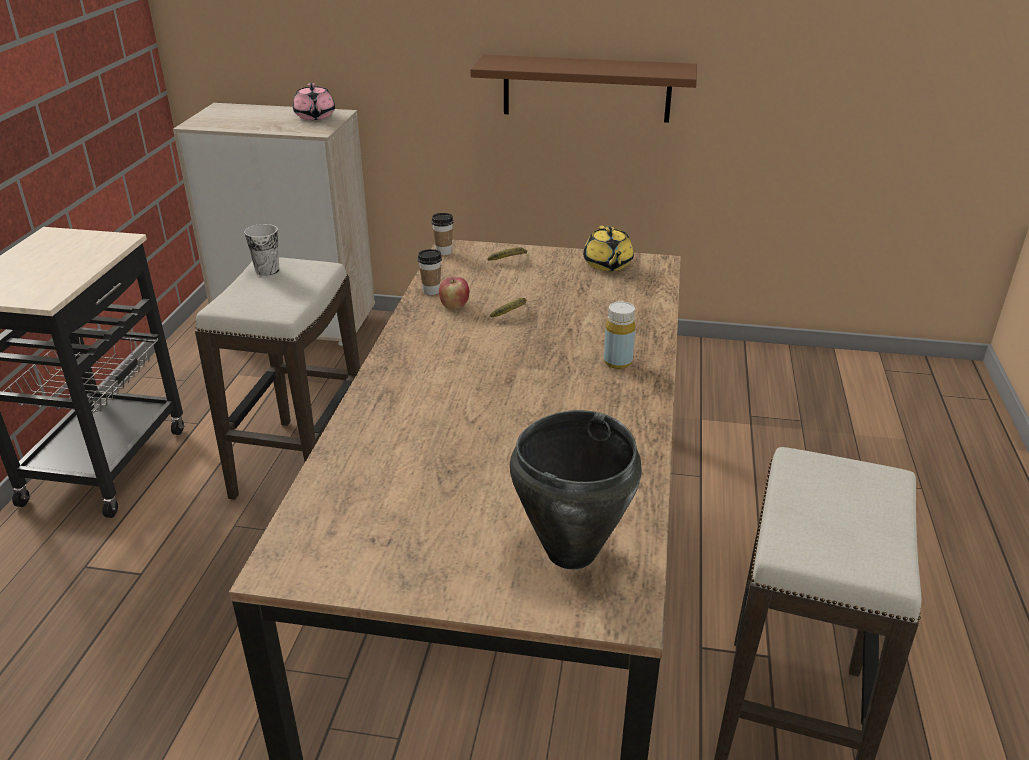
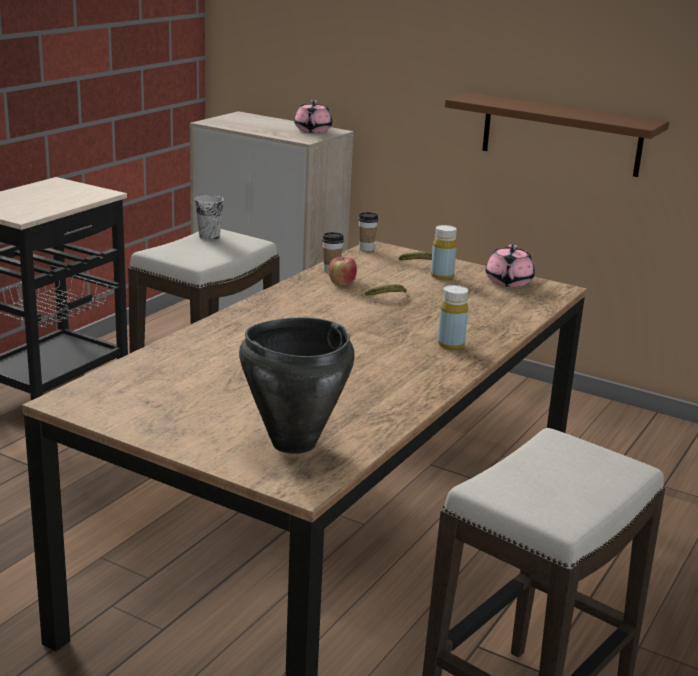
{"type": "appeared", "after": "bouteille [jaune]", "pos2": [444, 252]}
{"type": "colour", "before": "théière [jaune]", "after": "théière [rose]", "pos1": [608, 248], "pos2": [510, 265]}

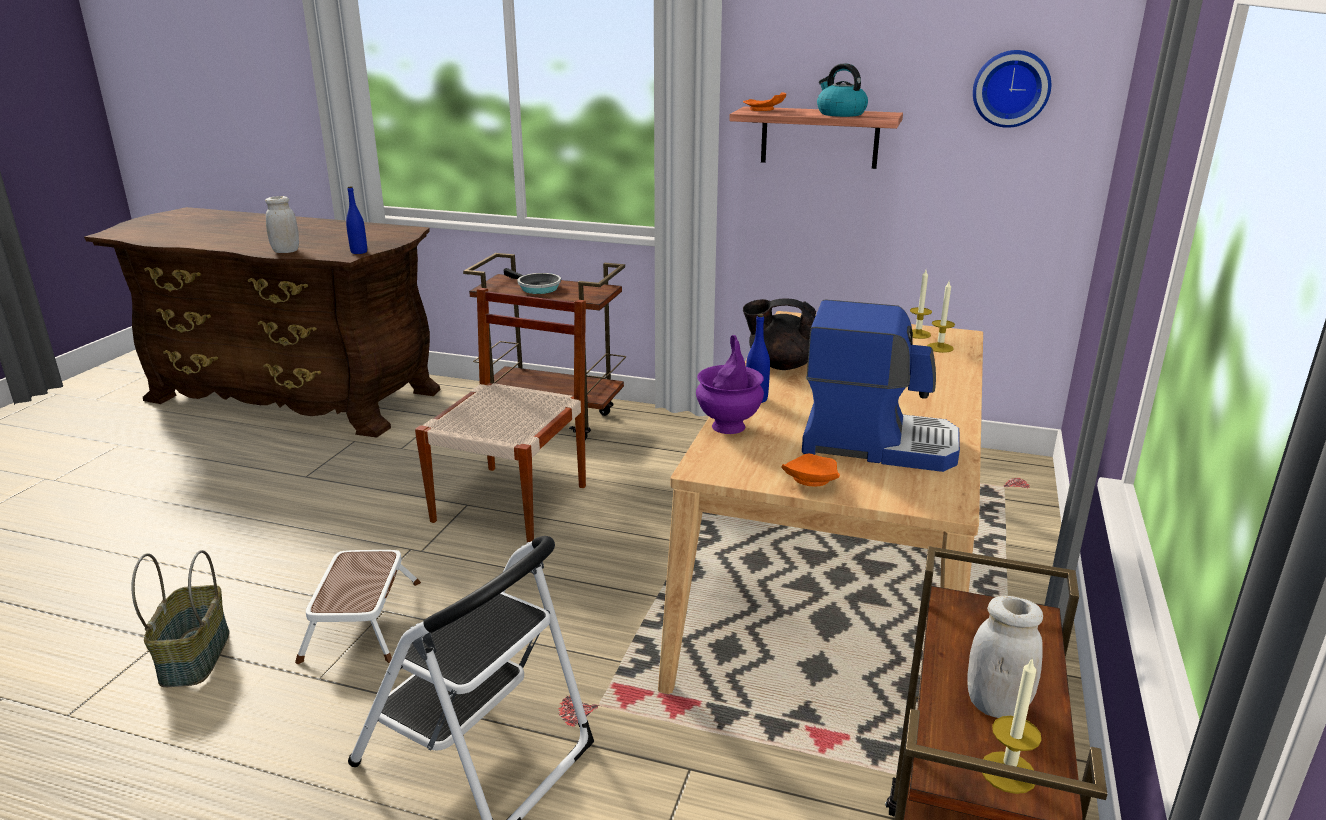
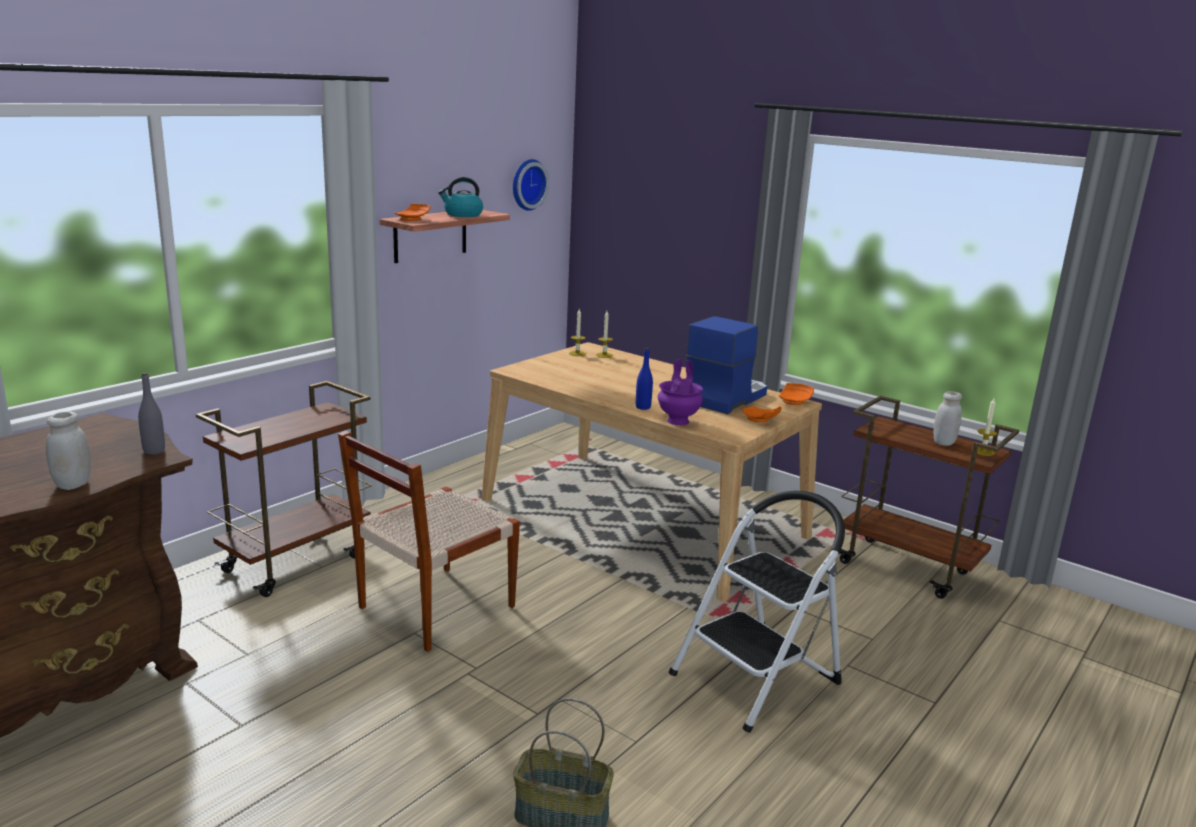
{"type": "colour", "before": "bouteille [bleu]", "after": "bouteille [gris]", "pos1": [356, 220], "pos2": [151, 414]}
{"type": "spun", "before": "chaise", "pos1": [500, 415], "pos2": [429, 541], "turn": -90}
{"type": "appeared", "after": "assiette [orange]", "pos2": [796, 394]}
{"type": "missing", "before": "escabeau [marron]", "pos1": [358, 607]}
{"type": "missing", "before": "poêle", "pos1": [532, 281]}
{"type": "missing", "before": "théière [noir]", "pos1": [779, 334]}

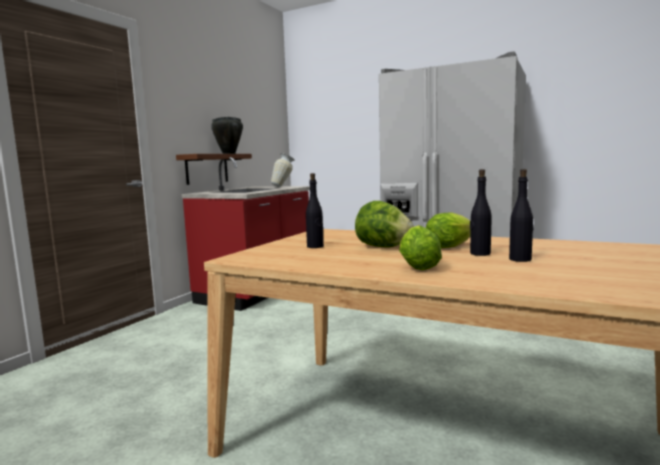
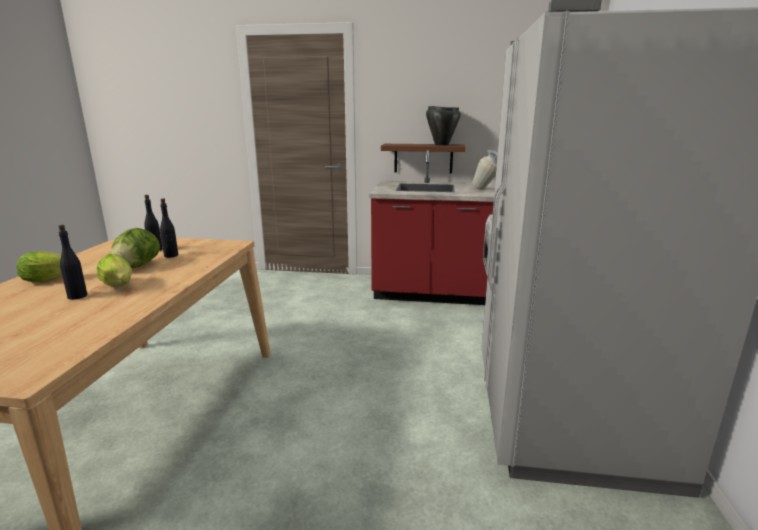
{"type": "relocated", "before": "bouteille [noir]", "pos1": [521, 215], "pos2": [169, 228]}

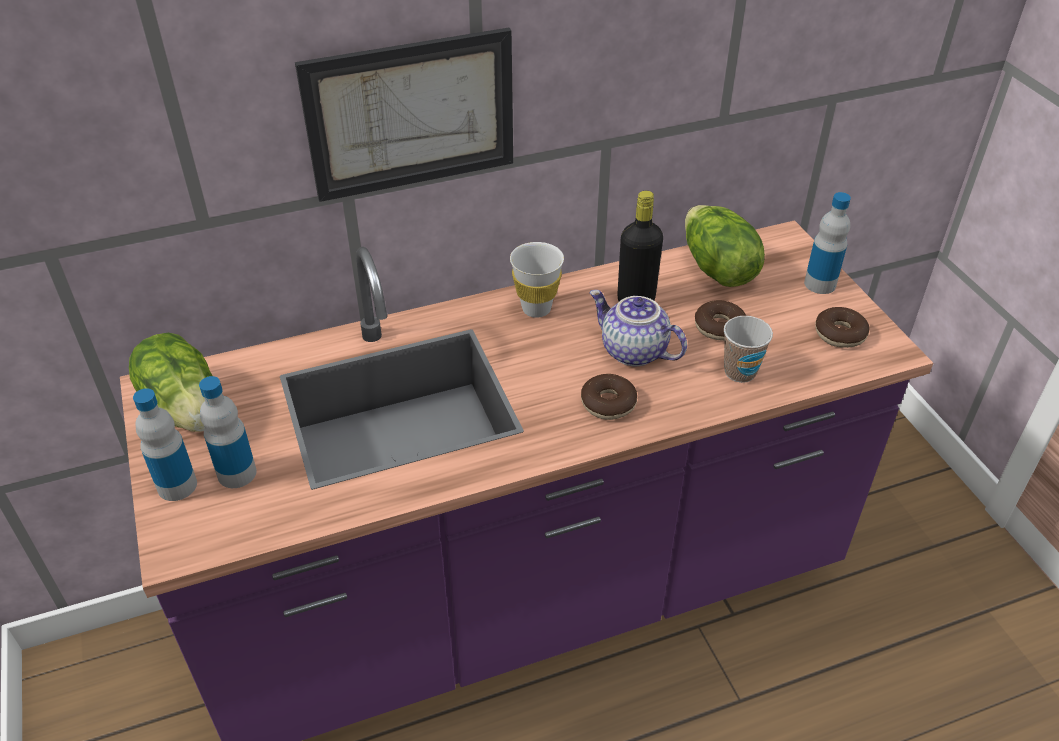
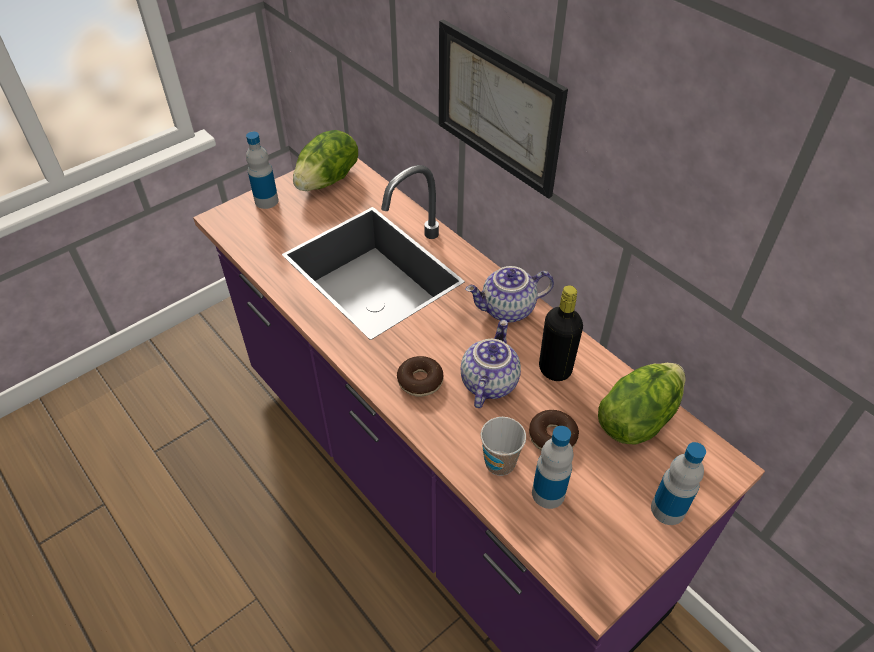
{"type": "exchanged", "before": "tasse [blanc]", "after": "théière", "pos1": [537, 280], "pos2": [509, 294]}
{"type": "relocated", "before": "bouteille", "pos1": [228, 432], "pos2": [552, 467]}
{"type": "missing", "before": "beignet", "pos1": [842, 327]}

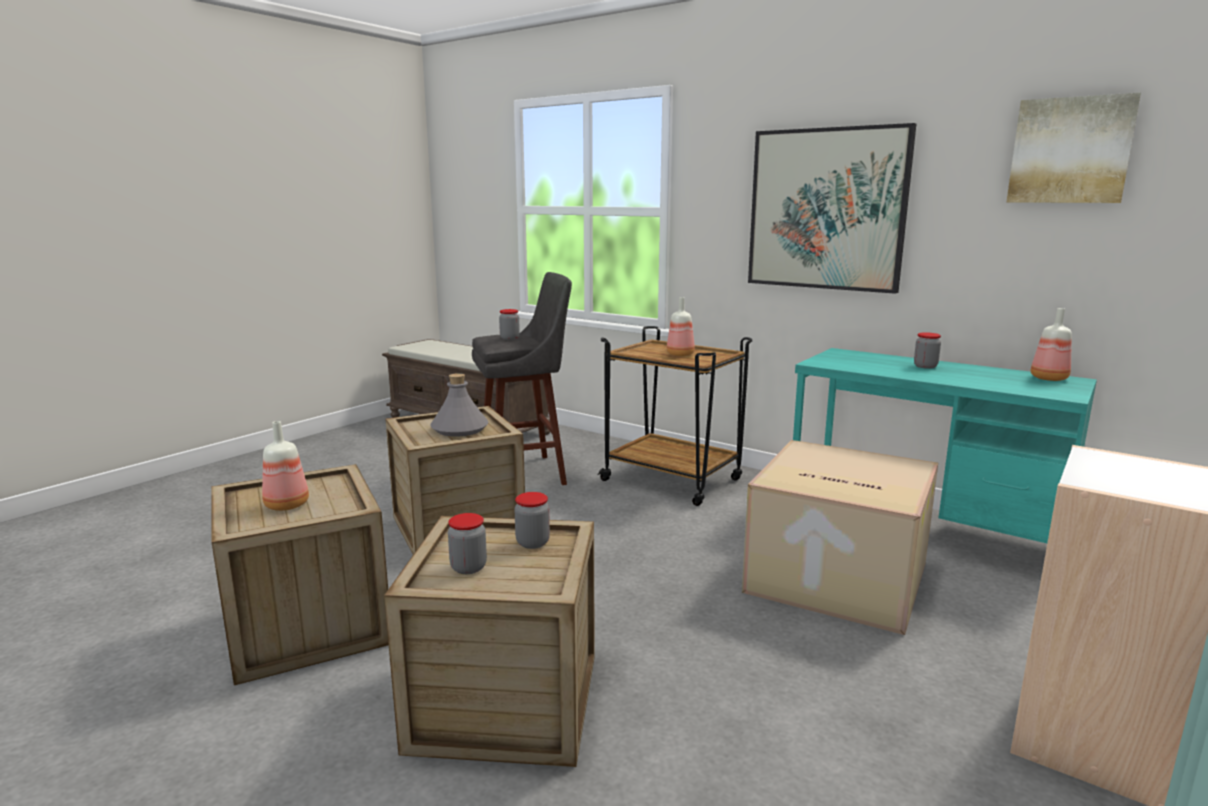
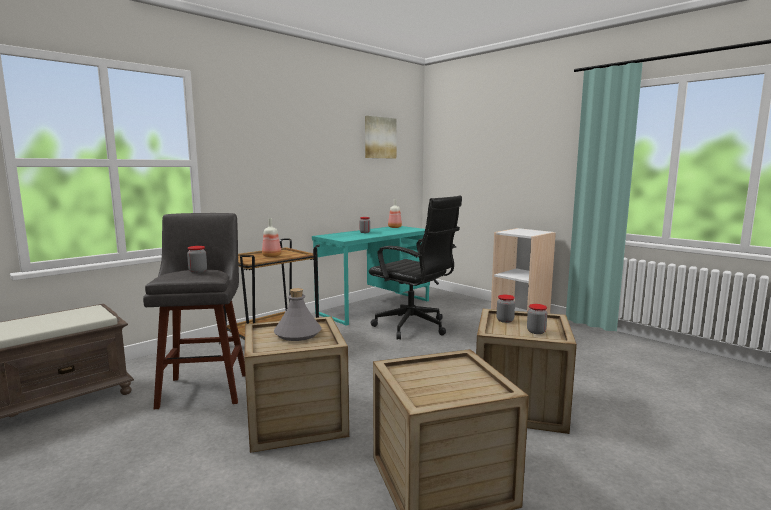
{"type": "exchanged", "before": "carton", "after": "chaise de bureau [noir]", "pos1": [840, 537], "pos2": [415, 267]}
{"type": "missing", "before": "bouteille", "pos1": [285, 466]}
{"type": "missing", "before": "tableau", "pos1": [832, 208]}

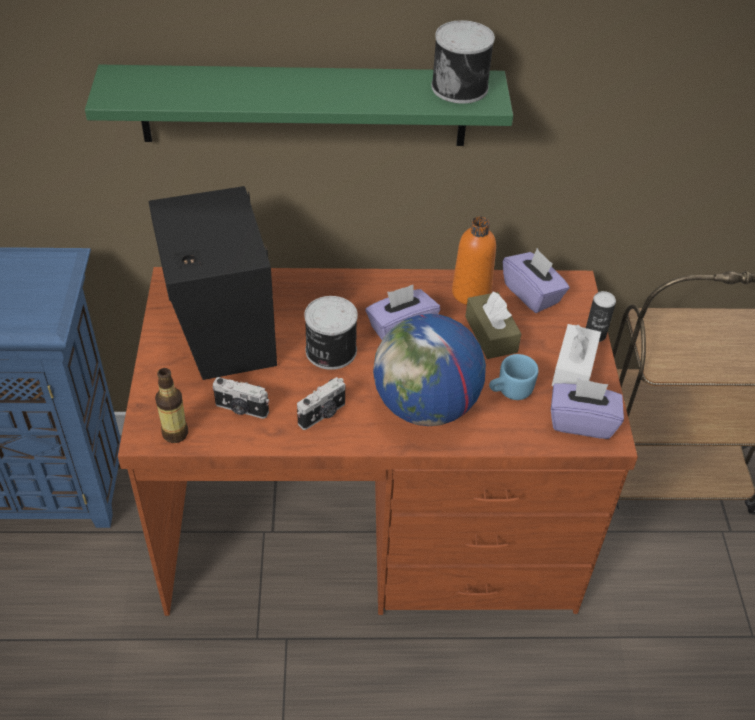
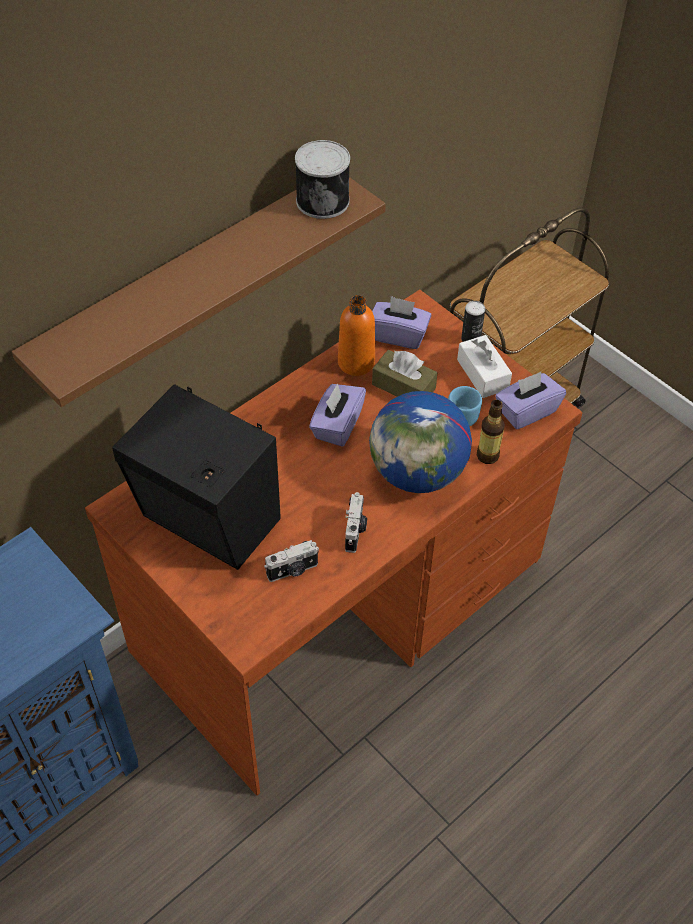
{"type": "colour", "before": "étagère [vert]", "after": "étagère [marron]", "pos1": [299, 105], "pos2": [199, 292]}
{"type": "relocated", "before": "bouteille", "pos1": [171, 405], "pos2": [491, 432]}
{"type": "missing", "before": "boîte métallique", "pos1": [331, 333]}

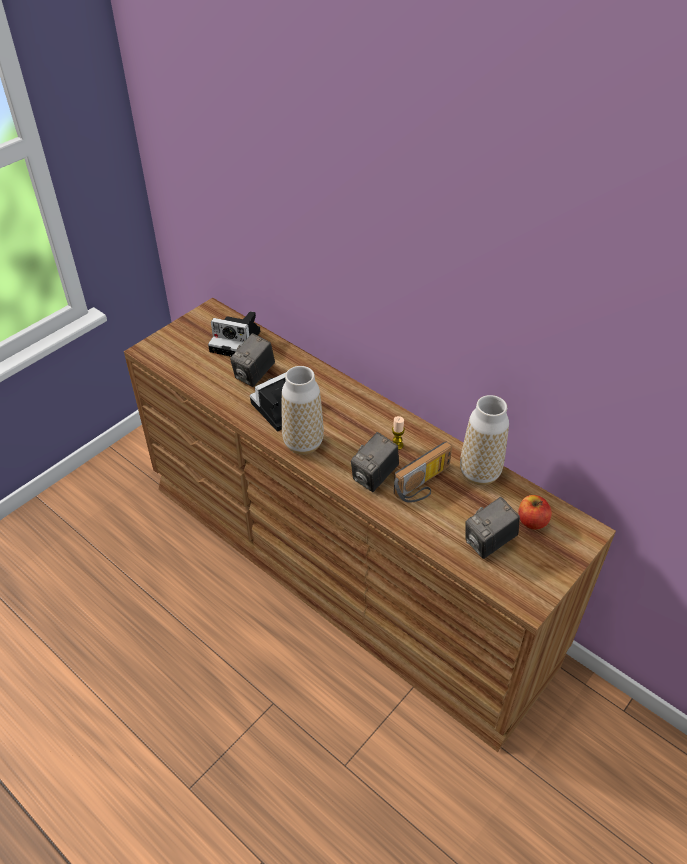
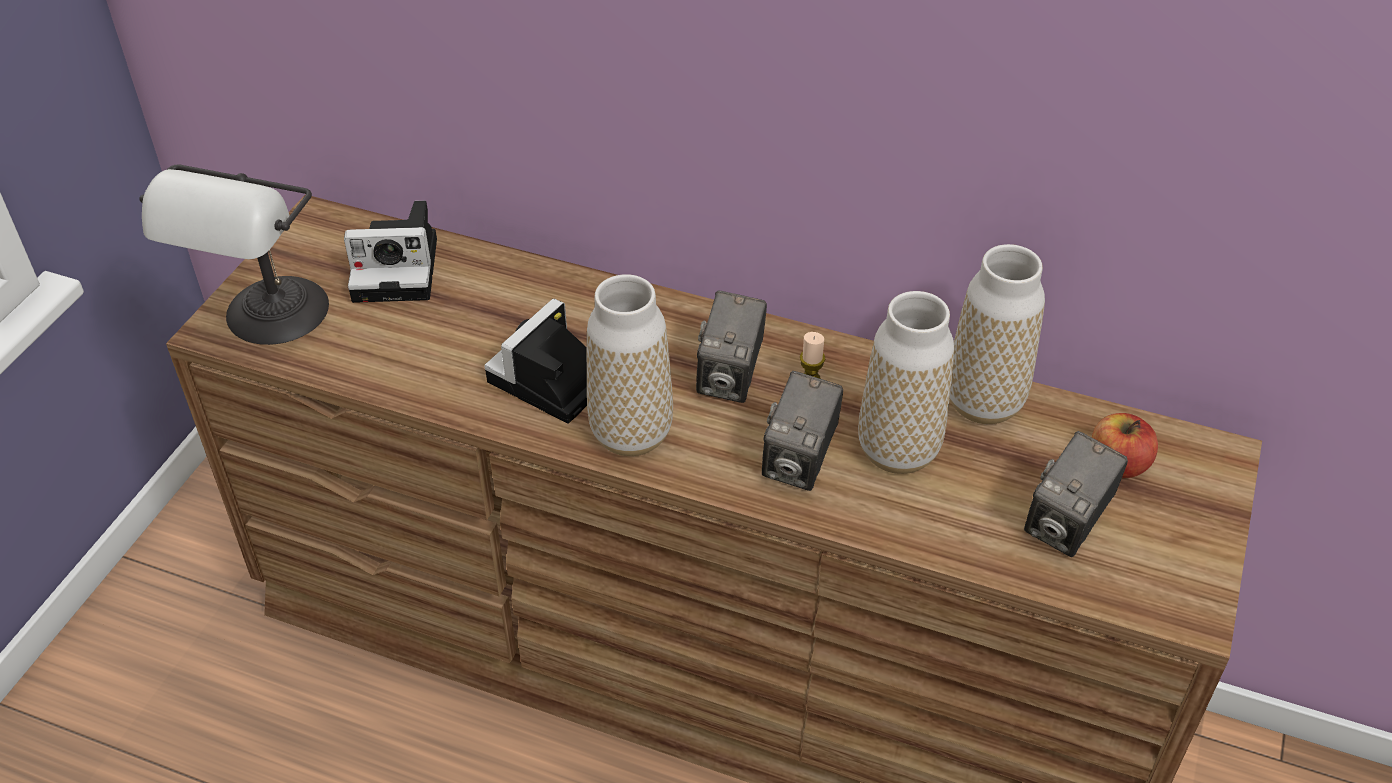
{"type": "appeared", "after": "lampe de table", "pos2": [234, 254]}
{"type": "relocated", "before": "appareil photo", "pos1": [252, 360], "pos2": [731, 347]}
{"type": "exchanged", "before": "radio", "after": "vase", "pos1": [423, 472], "pos2": [906, 382]}

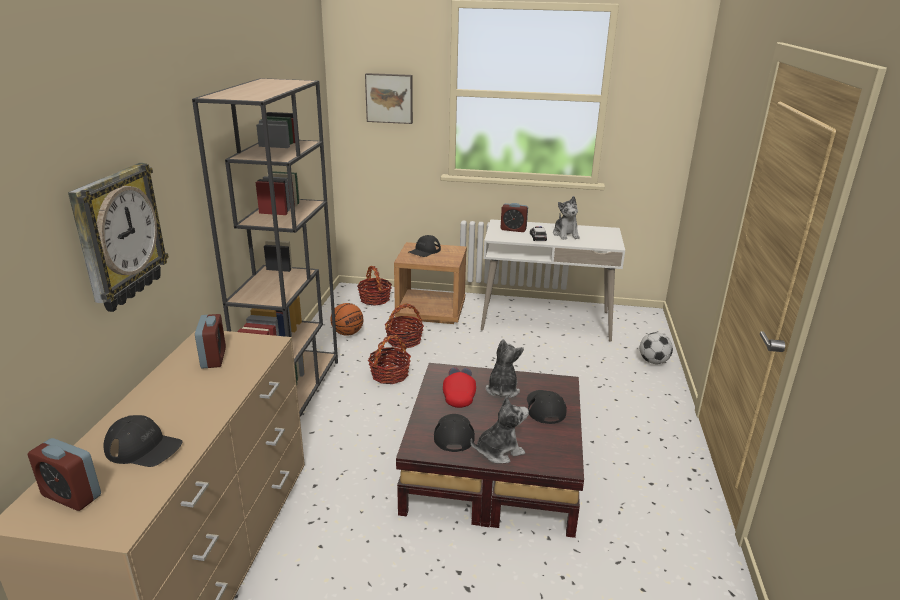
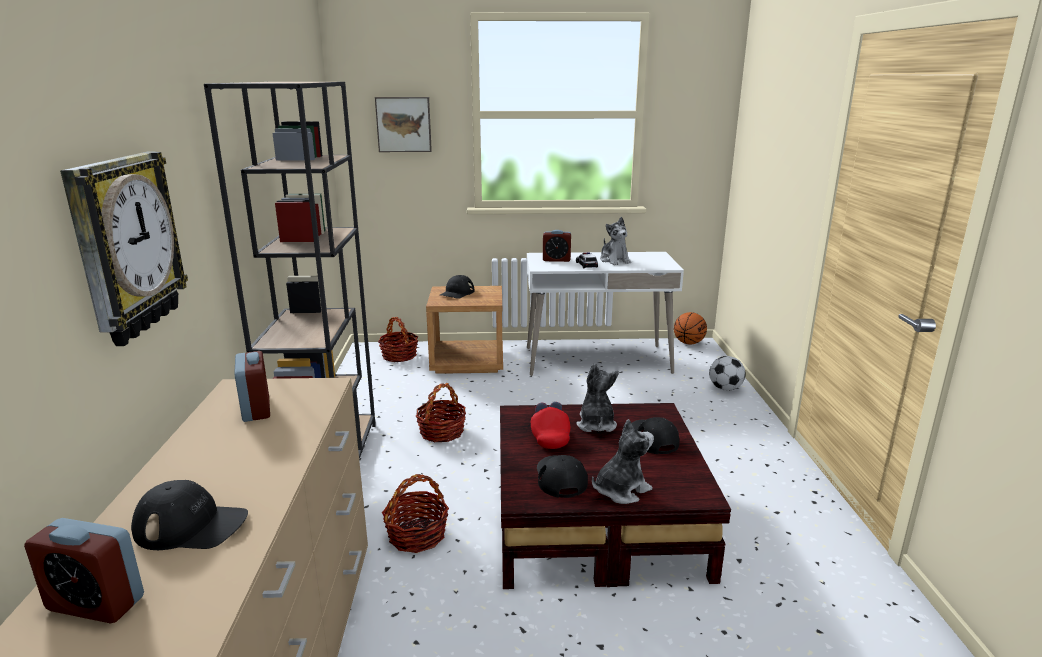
{"type": "relocated", "before": "panier", "pos1": [404, 325], "pos2": [415, 513]}
{"type": "relocated", "before": "ballon de basket", "pos1": [347, 319], "pos2": [690, 328]}

